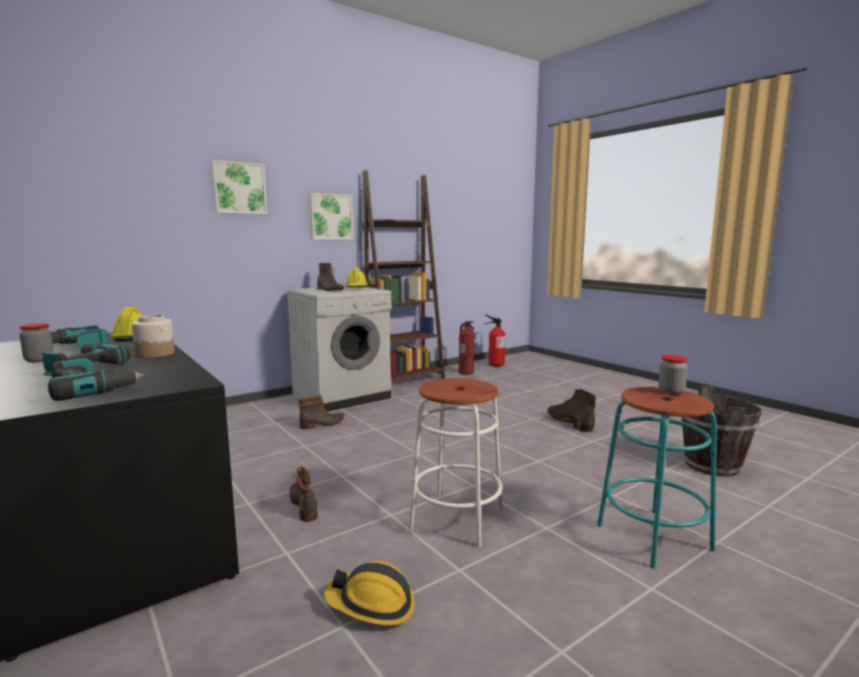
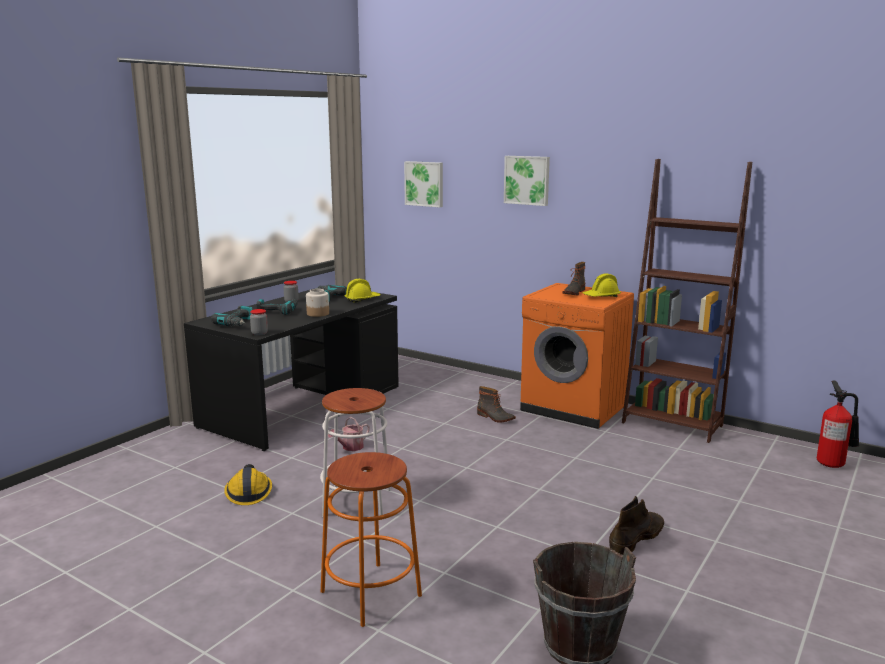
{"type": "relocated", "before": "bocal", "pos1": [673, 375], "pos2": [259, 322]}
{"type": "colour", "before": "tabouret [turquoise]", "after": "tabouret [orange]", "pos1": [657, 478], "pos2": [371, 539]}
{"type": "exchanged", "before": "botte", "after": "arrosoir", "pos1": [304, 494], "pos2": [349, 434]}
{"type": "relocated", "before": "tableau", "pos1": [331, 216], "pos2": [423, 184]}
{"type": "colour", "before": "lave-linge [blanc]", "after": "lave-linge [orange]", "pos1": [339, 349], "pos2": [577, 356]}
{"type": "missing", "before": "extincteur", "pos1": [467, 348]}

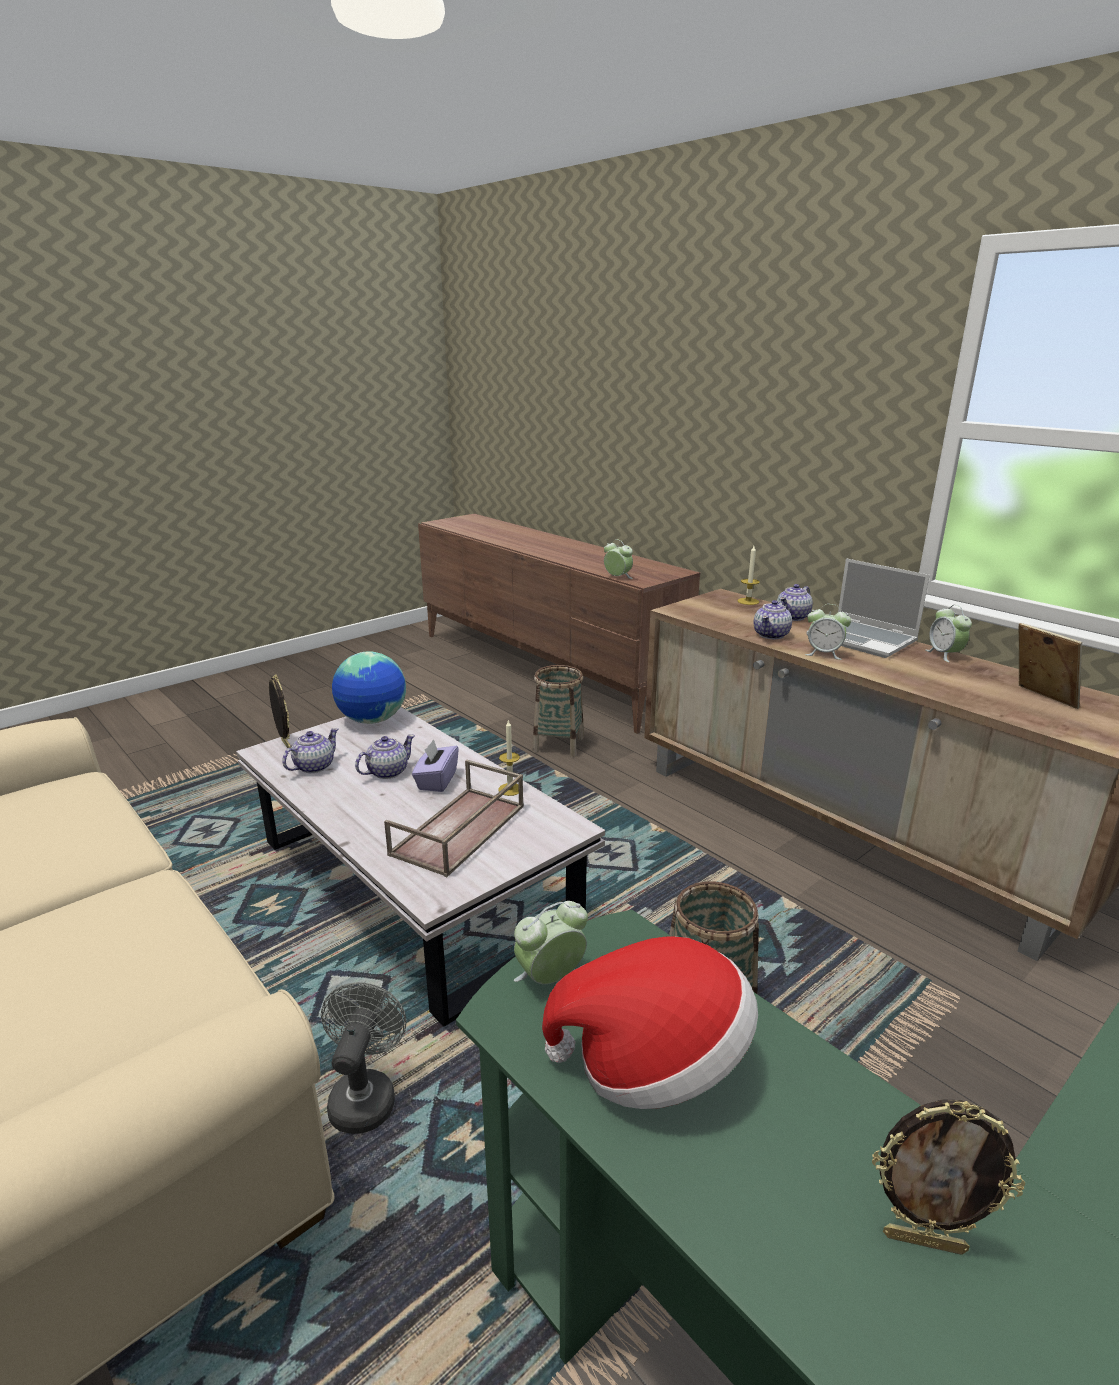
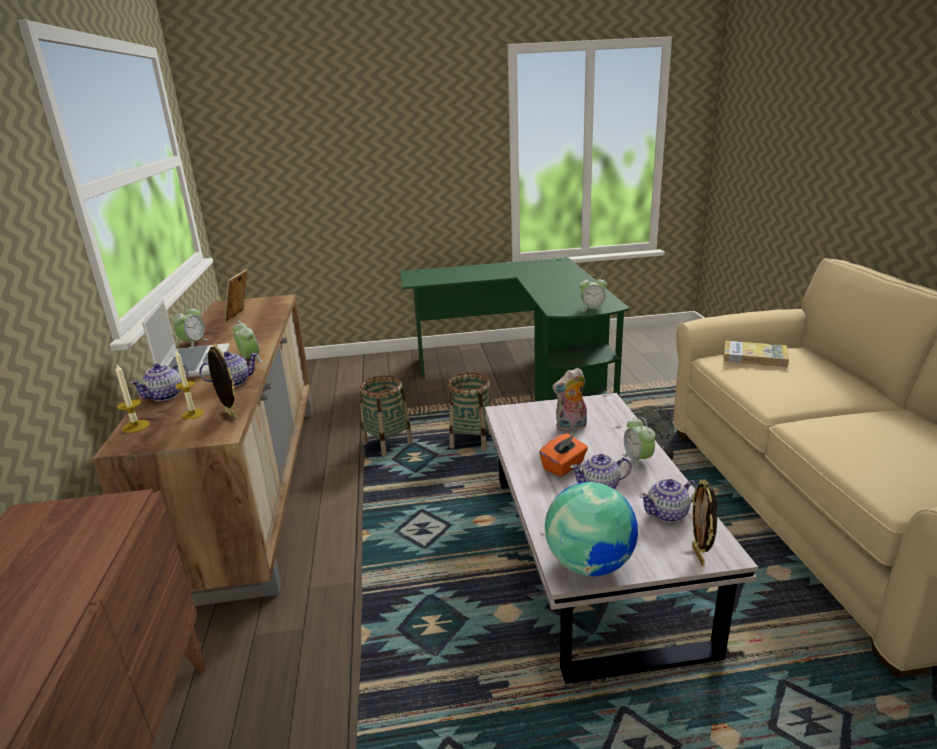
{"type": "spun", "before": "théière", "pos1": [795, 602], "pos2": [159, 382], "turn": 135}
{"type": "relocated", "before": "bougie", "pos1": [509, 758], "pos2": [189, 385]}
{"type": "relocated", "before": "cadre photo", "pos1": [948, 1177], "pos2": [222, 381]}
{"type": "relocated", "before": "panier", "pos1": [558, 711], "pos2": [386, 415]}
{"type": "colour", "before": "boîte à mouchoirs [violet]", "after": "boîte à mouchoirs [orange]", "pos1": [435, 765], "pos2": [563, 455]}
{"type": "exchanged", "before": "plateau [marron]", "after": "peluche", "pos1": [454, 818], "pos2": [569, 400]}
{"type": "relocated", "before": "réveil", "pos1": [618, 559], "pos2": [638, 443]}
{"type": "appeared", "after": "livre", "pos2": [756, 353]}
{"type": "missing", "before": "chapeau", "pos1": [650, 1023]}

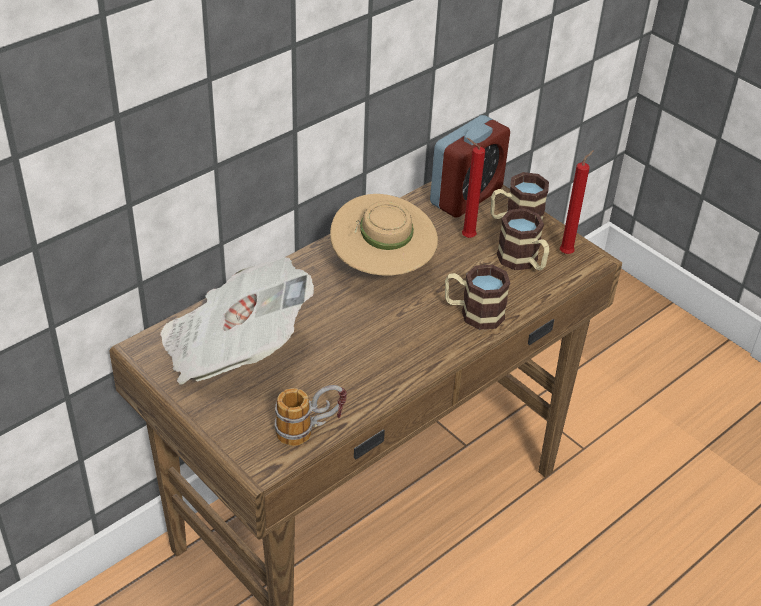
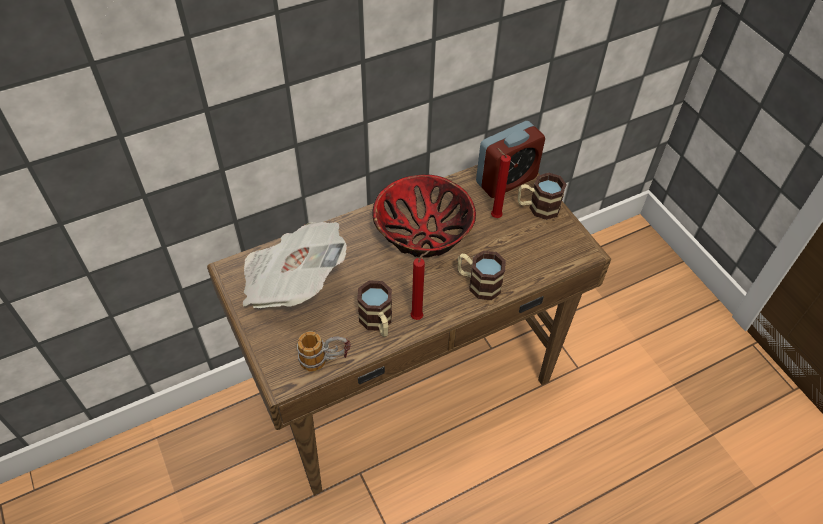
{"type": "relocated", "before": "mug", "pos1": [523, 239], "pos2": [374, 308]}
{"type": "exchanged", "before": "chapeau [beige]", "after": "bol", "pos1": [384, 235], "pos2": [424, 216]}
{"type": "relocated", "before": "bougie [rouge]", "pos1": [577, 202], "pos2": [420, 285]}

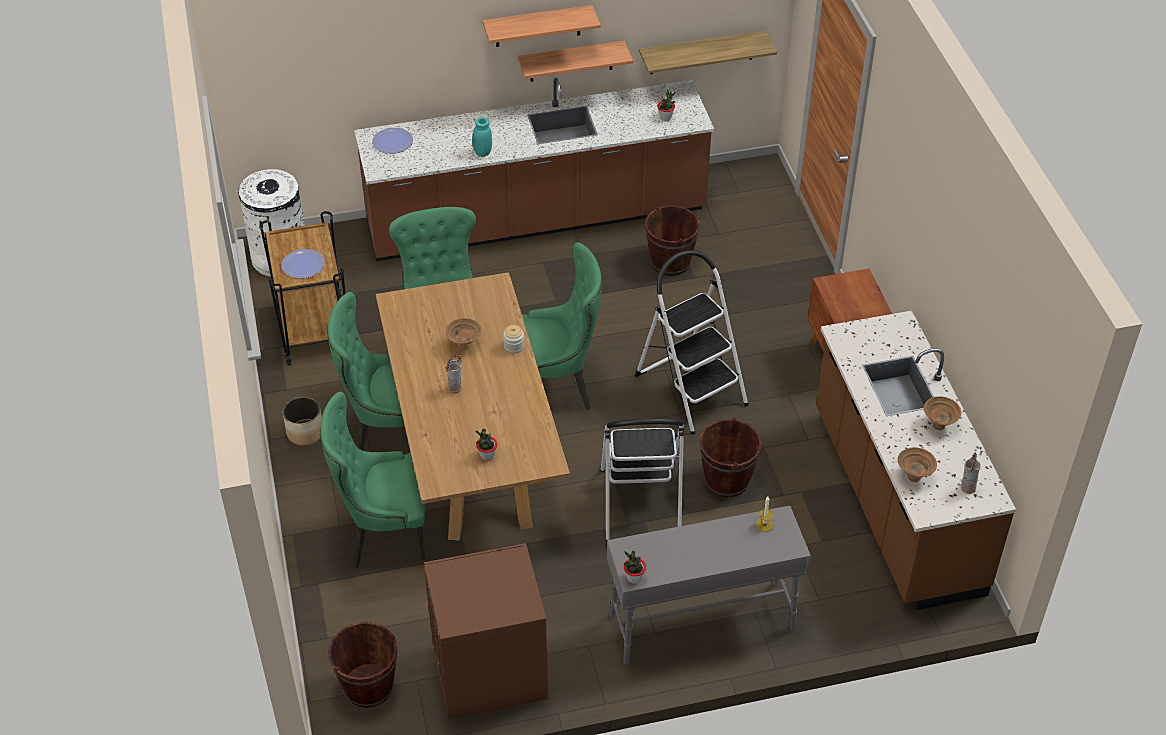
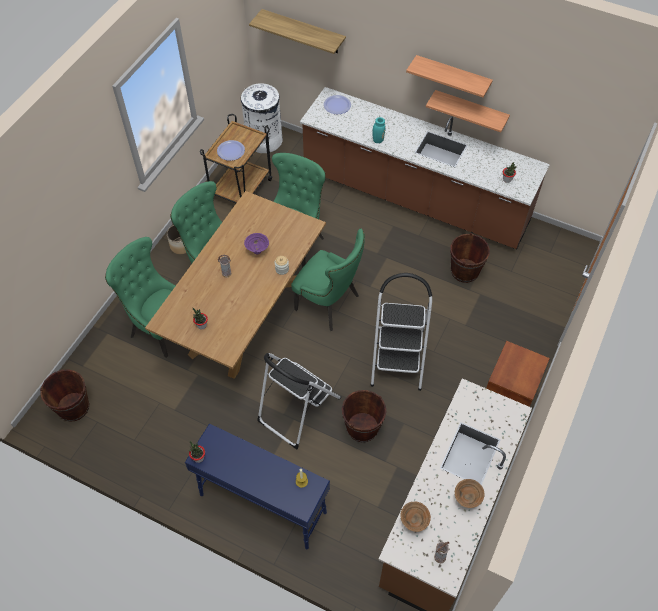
{"type": "colour", "before": "table console [gris]", "after": "table console [bleu]", "pos1": [709, 585], "pos2": [257, 486]}
{"type": "colour", "before": "bol [marron]", "after": "bol [violet]", "pos1": [464, 334], "pos2": [256, 243]}
{"type": "relocated", "before": "étagère", "pos1": [708, 52], "pos2": [297, 31]}
{"type": "missing", "before": "lave-linge [marron]", "pos1": [486, 631]}

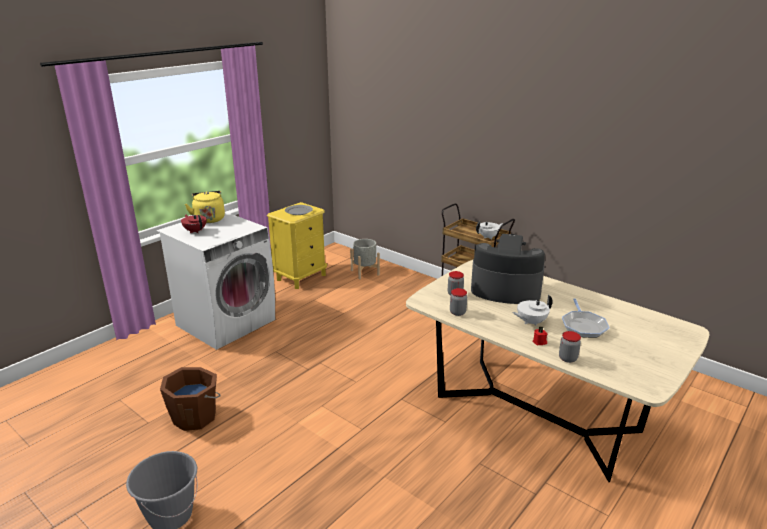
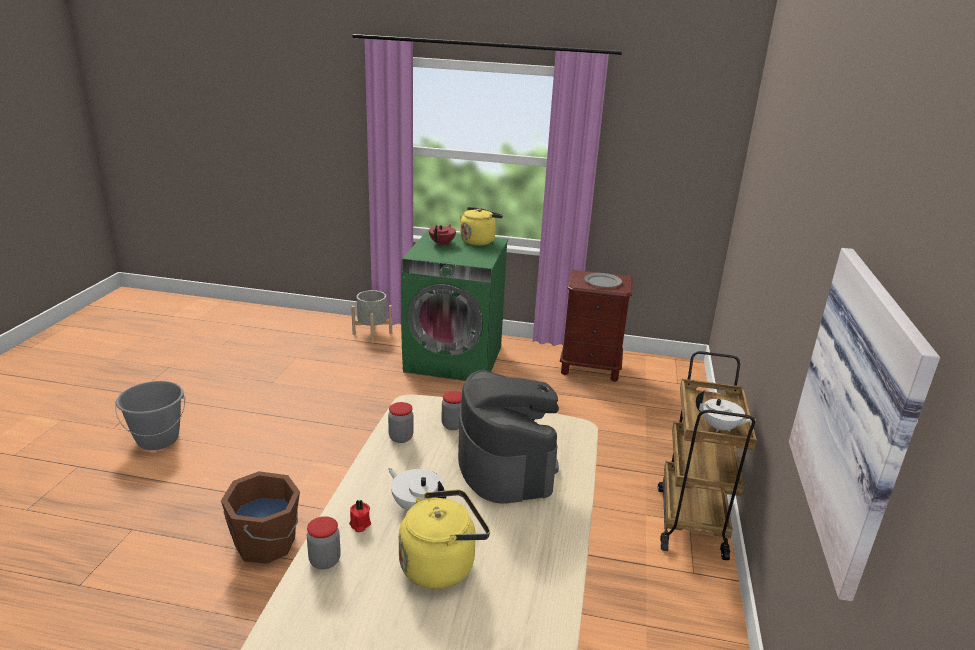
{"type": "relocated", "before": "seau [marron]", "pos1": [190, 399], "pos2": [260, 517]}
{"type": "relocated", "before": "cache-pot [gris]", "pos1": [365, 259], "pos2": [371, 316]}
{"type": "exchanged", "before": "poêle", "after": "bouilloire [jaune]", "pos1": [586, 318], "pos2": [444, 539]}
{"type": "colour", "before": "lave-linge [blanc]", "after": "lave-linge [vert]", "pos1": [215, 281], "pos2": [454, 306]}
{"type": "colour", "before": "table de chevet [jaune]", "after": "table de chevet [marron]", "pos1": [297, 245], "pos2": [596, 326]}
{"type": "appeared", "after": "tableau", "pos2": [864, 424]}

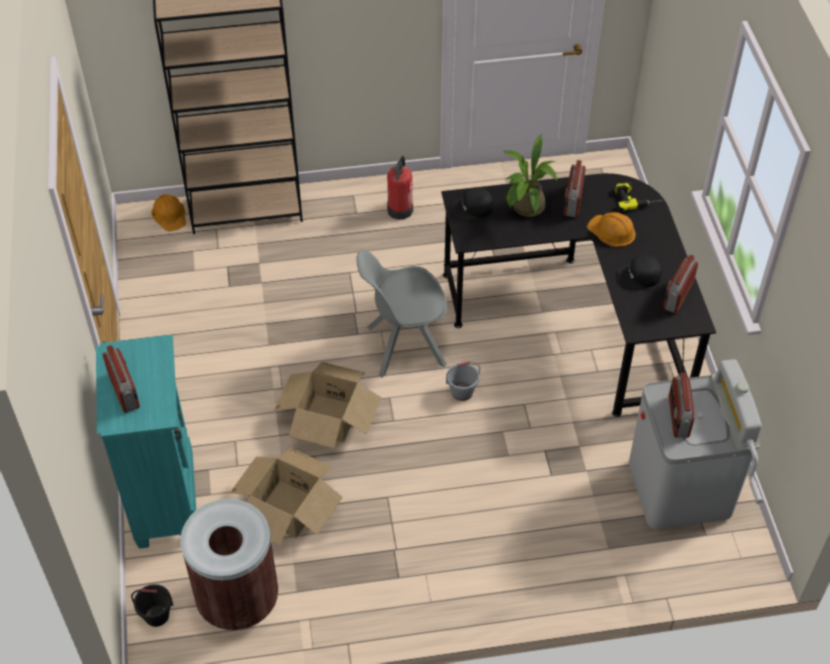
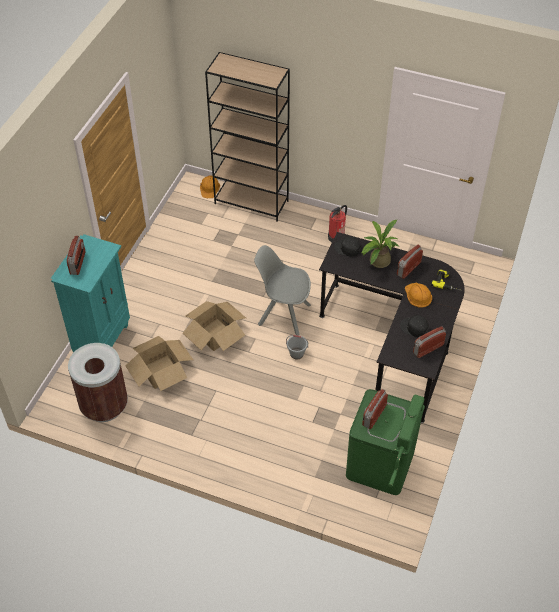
{"type": "colour", "before": "lave-linge [gris]", "after": "lave-linge [vert]", "pos1": [696, 444], "pos2": [385, 442]}
{"type": "missing", "before": "seau [noir]", "pos1": [152, 605]}

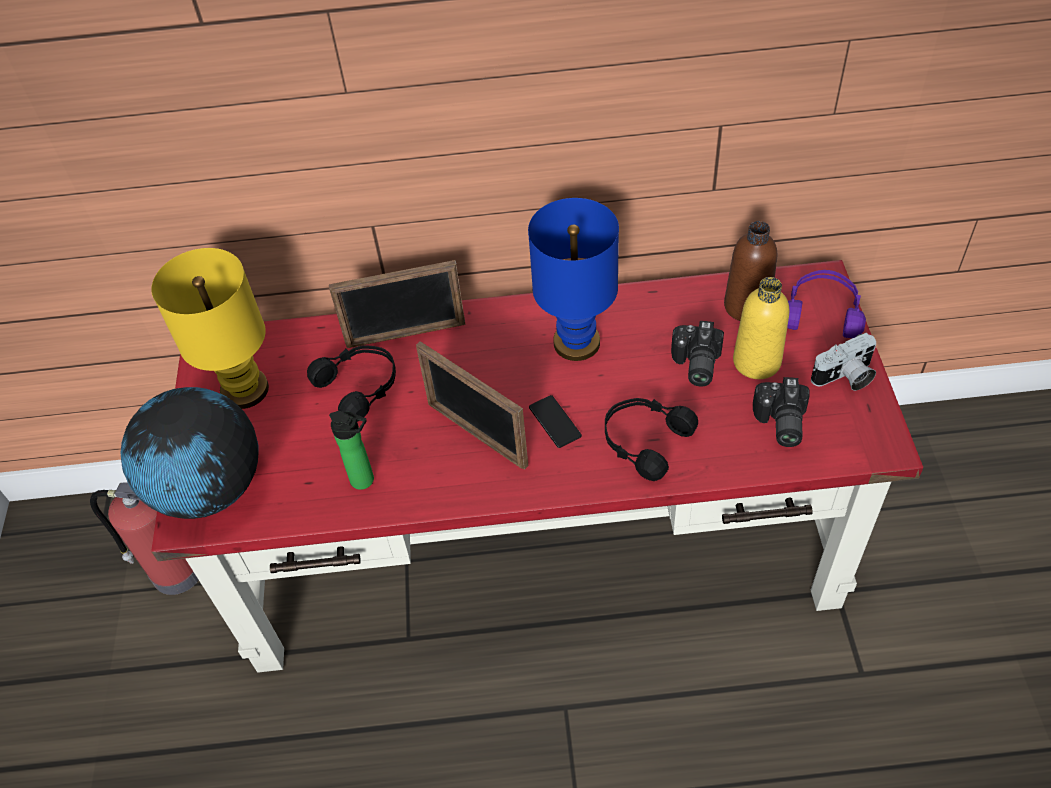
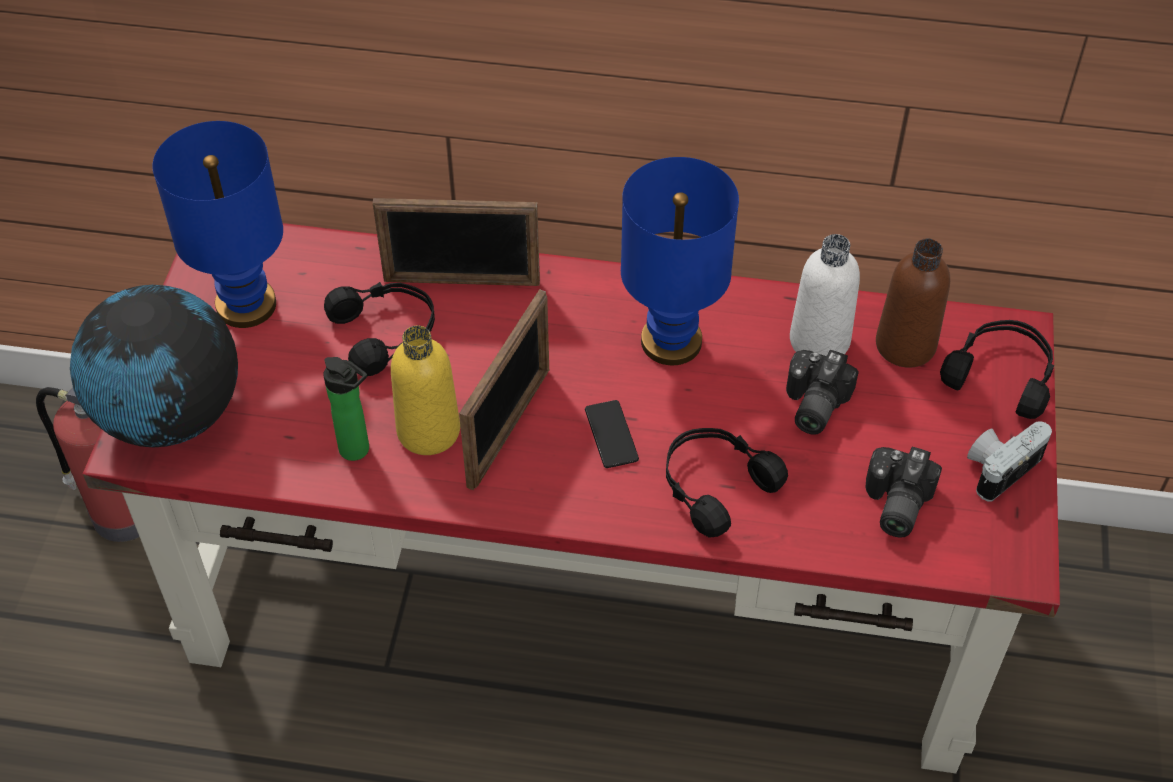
{"type": "colour", "before": "lampe de table [jaune]", "after": "lampe de table [bleu]", "pos1": [210, 328], "pos2": [217, 224]}
{"type": "relocated", "before": "bouteille [jaune]", "pos1": [761, 328], "pos2": [425, 390]}
{"type": "spun", "before": "cadre photo", "pos1": [472, 405], "pos2": [504, 389], "turn": -120}
{"type": "appeared", "after": "bouteille [blanc]", "pos2": [825, 295]}
{"type": "colour", "before": "casque audio [violet]", "after": "casque audio [noir]", "pos1": [826, 304], "pos2": [997, 369]}
{"type": "spun", "before": "appareil photo", "pos1": [843, 362], "pos2": [1009, 461], "turn": 150}

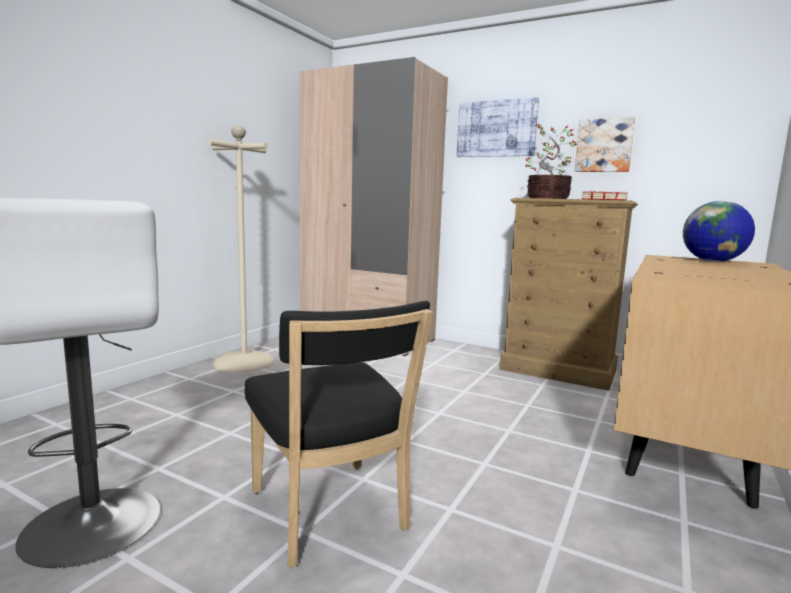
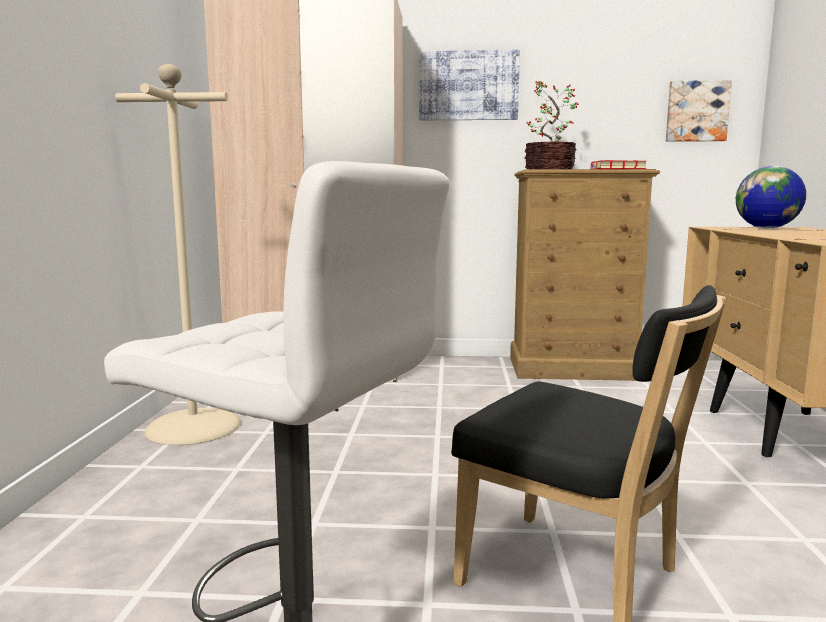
{"type": "relocated", "before": "tableau", "pos1": [605, 144], "pos2": [699, 111]}

